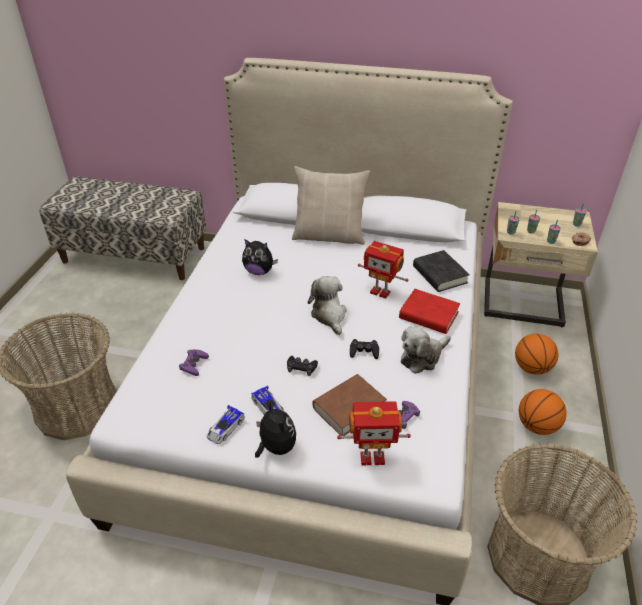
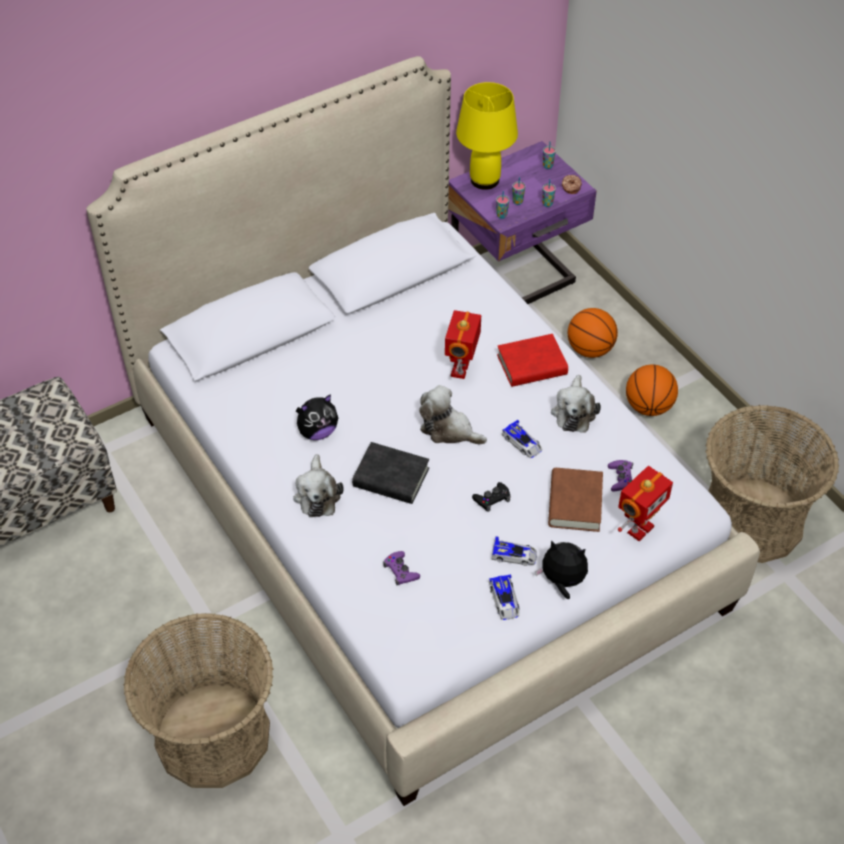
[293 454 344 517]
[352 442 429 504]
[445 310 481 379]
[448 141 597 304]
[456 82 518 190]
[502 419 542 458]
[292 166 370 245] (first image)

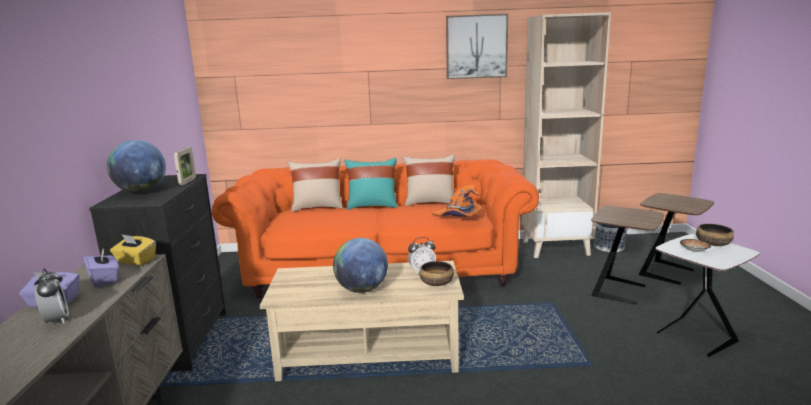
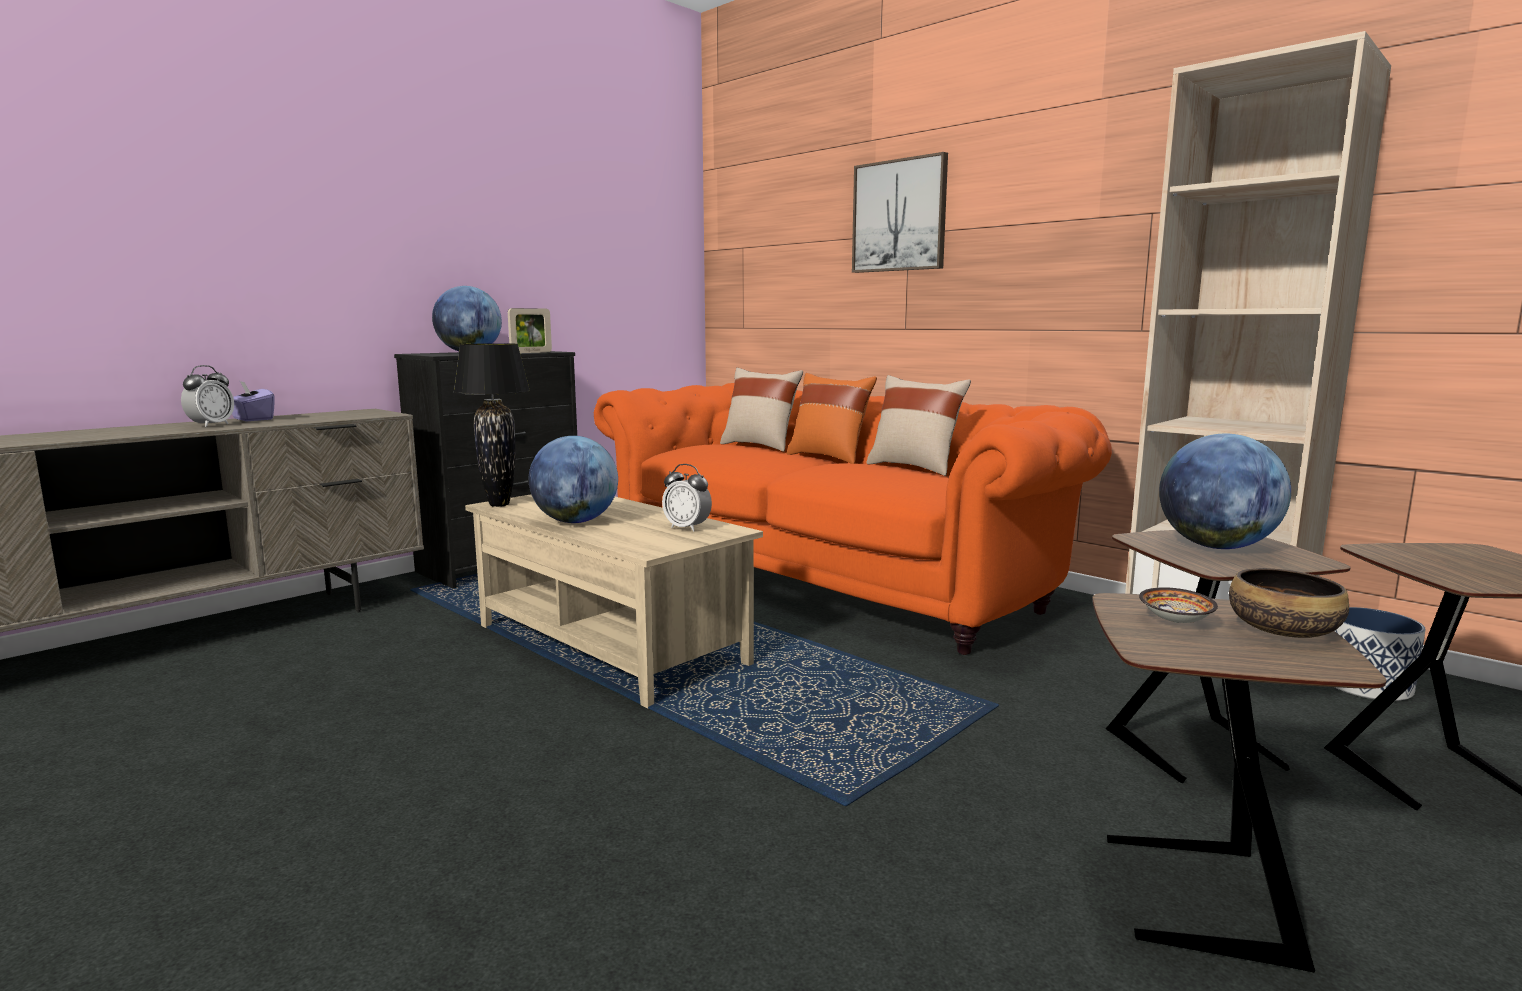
[453 343 530 507]
[787 373 877 464]
[852 152 948 273]
[1092 593 1386 972]
[1159 434 1291 549]
[84 249 119 288] (first image)
[110 234 156 266] (first image)
[419 261 454 286] (first image)
[432 185 482 217] (first image)

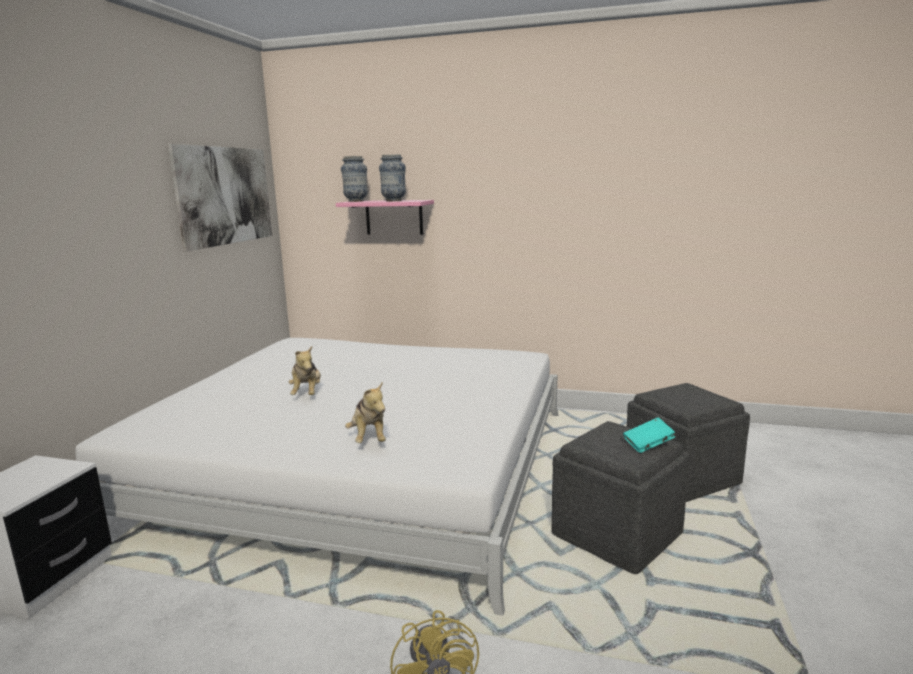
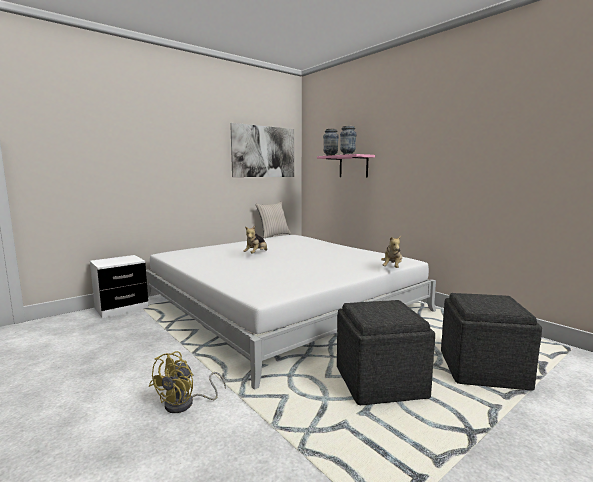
[255 202 291 238]
[381 236 402 268]
[623 418 675 453] (first image)

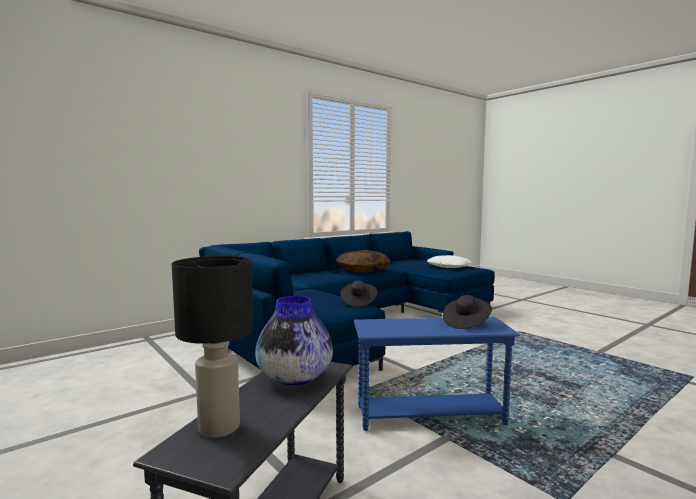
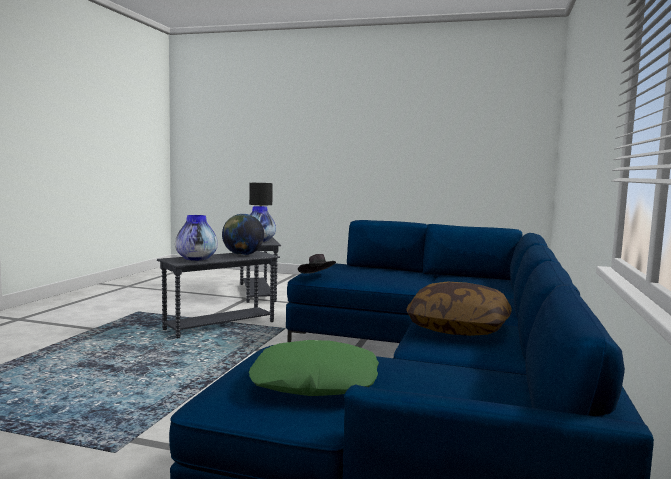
[157 251 280 338]
[175 215 218 261]
[222 214 264 255]
[249 340 379 396]

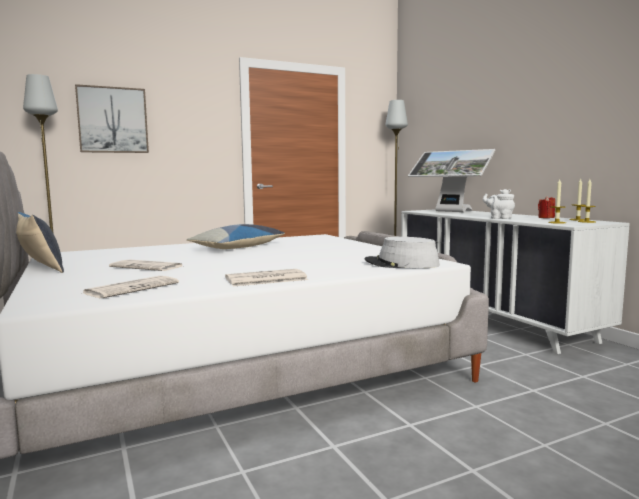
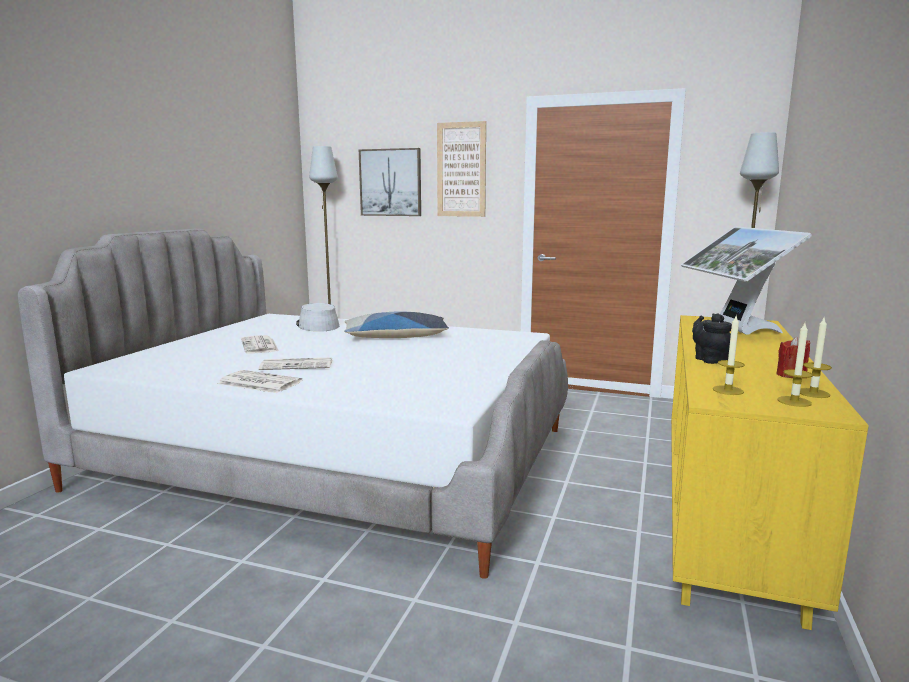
[259 357 332 370]
[296 303 339 332]
[437 121 486 217]
[671 315 869 630]
[692 313 732 364]
[16 212 64 273] (first image)

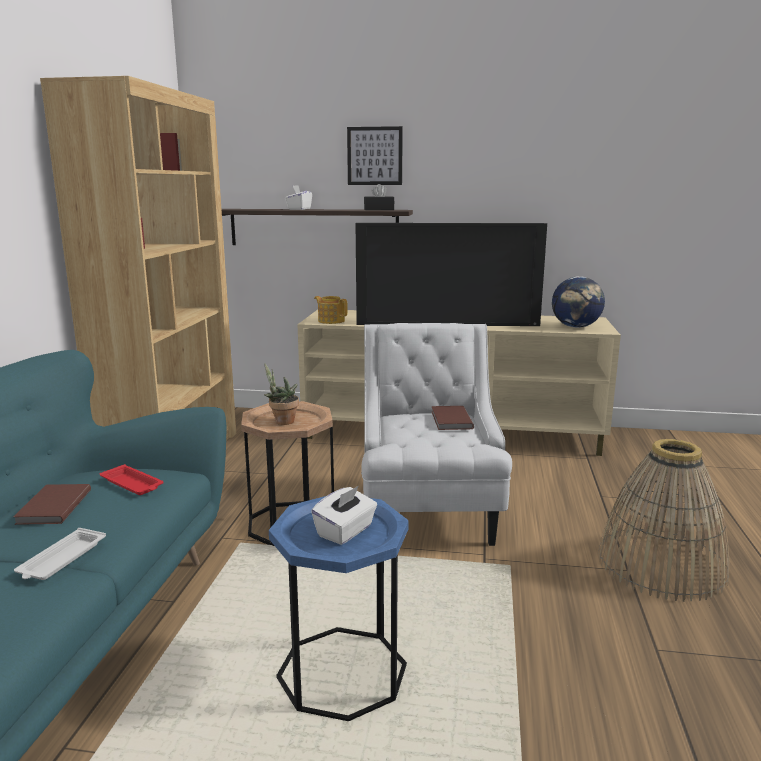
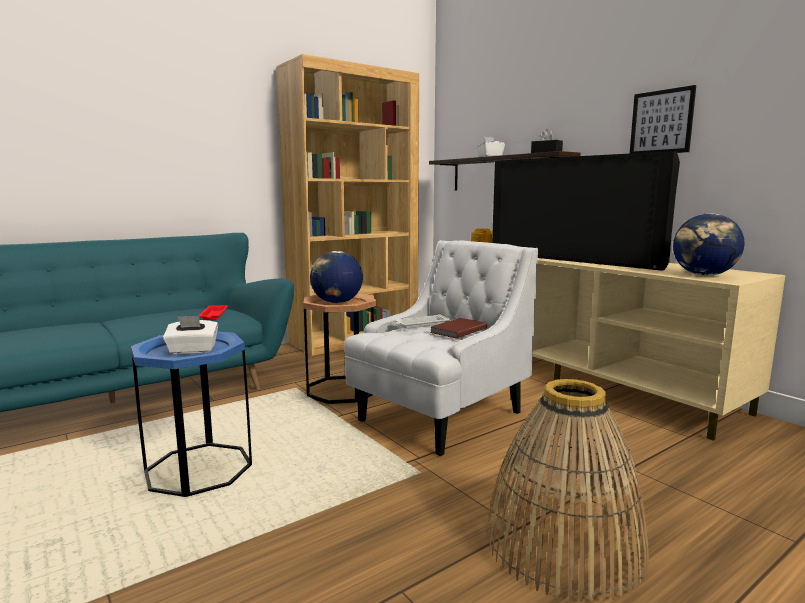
[310 251 363 303]
[395 314 450 329]
[630 85 696 153]
[13 484 91 525] (first image)

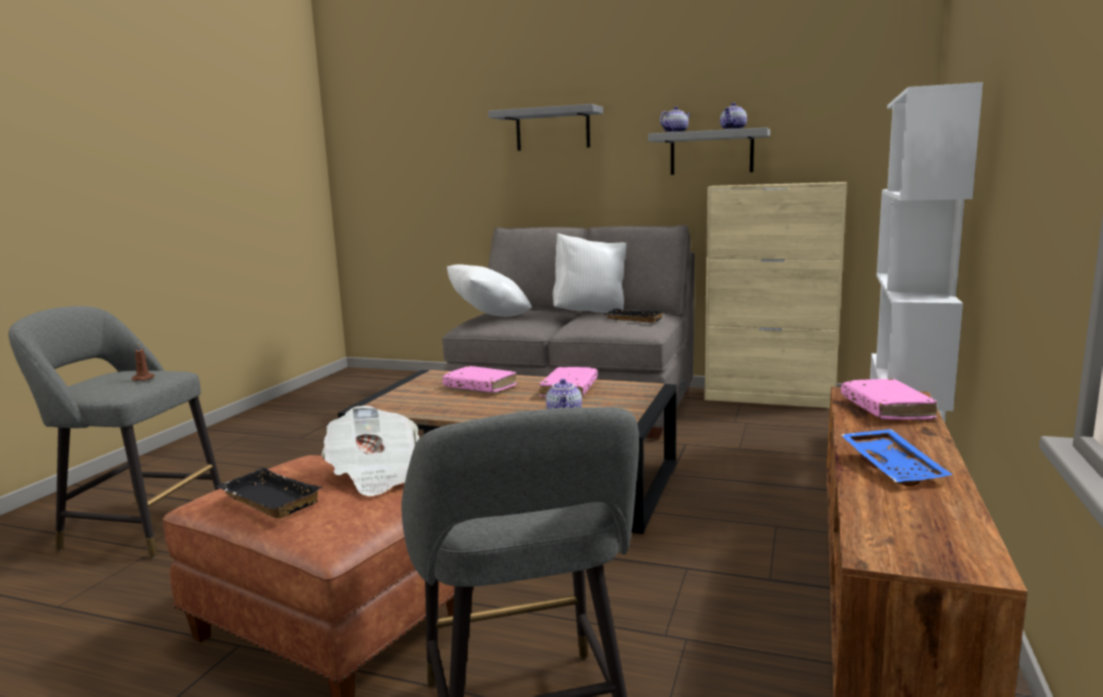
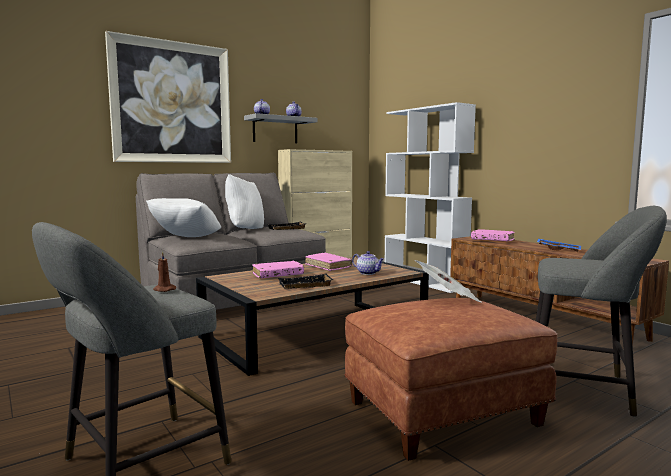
[105 31 231 163]
[278 274 333 289]

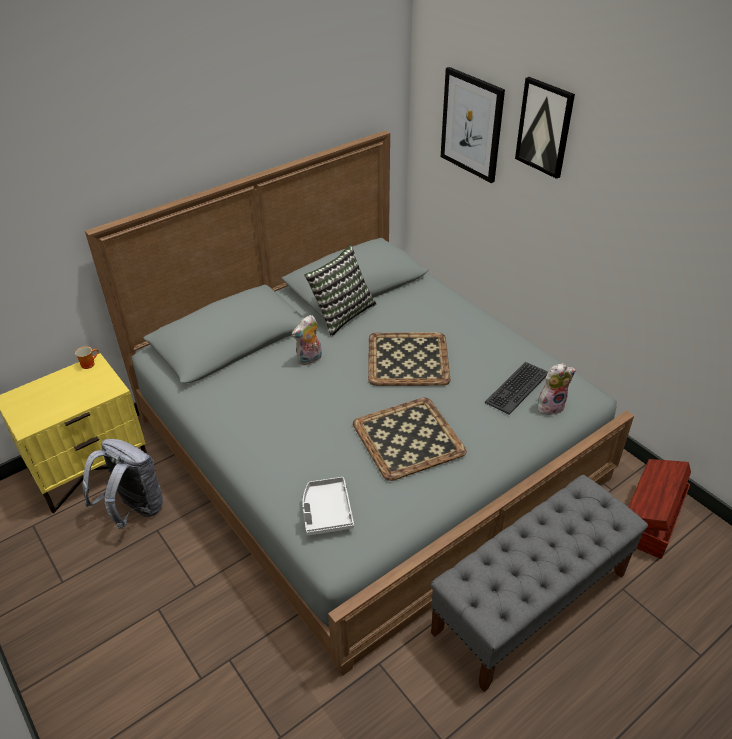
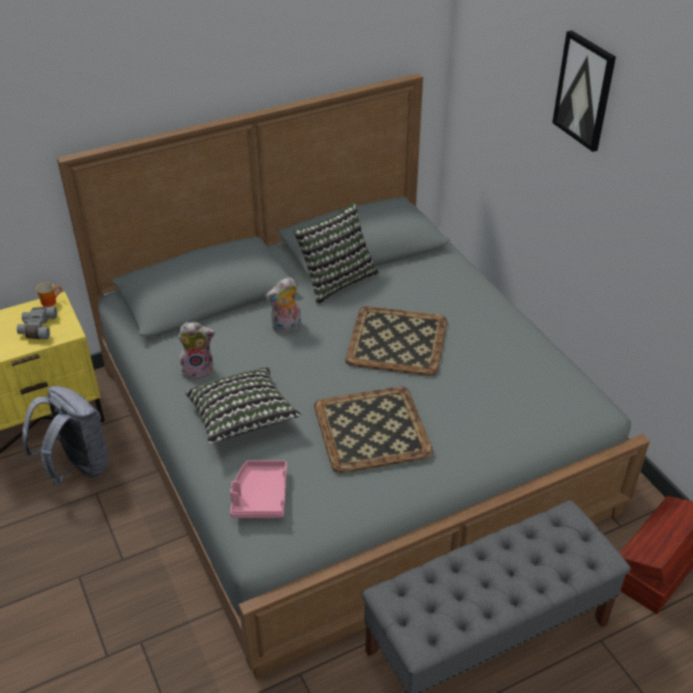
[17 307 57 339]
[178 322 215 379]
[185 367 301 444]
[230 460 287 518]
[441 67 505 183] (first image)
[485 362 548 415] (first image)

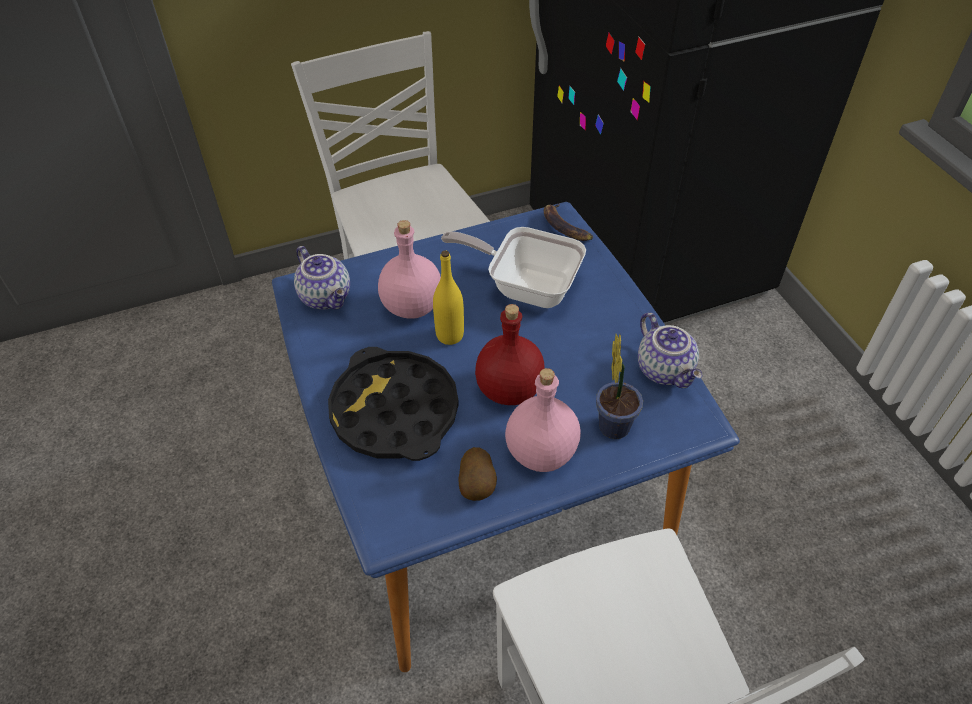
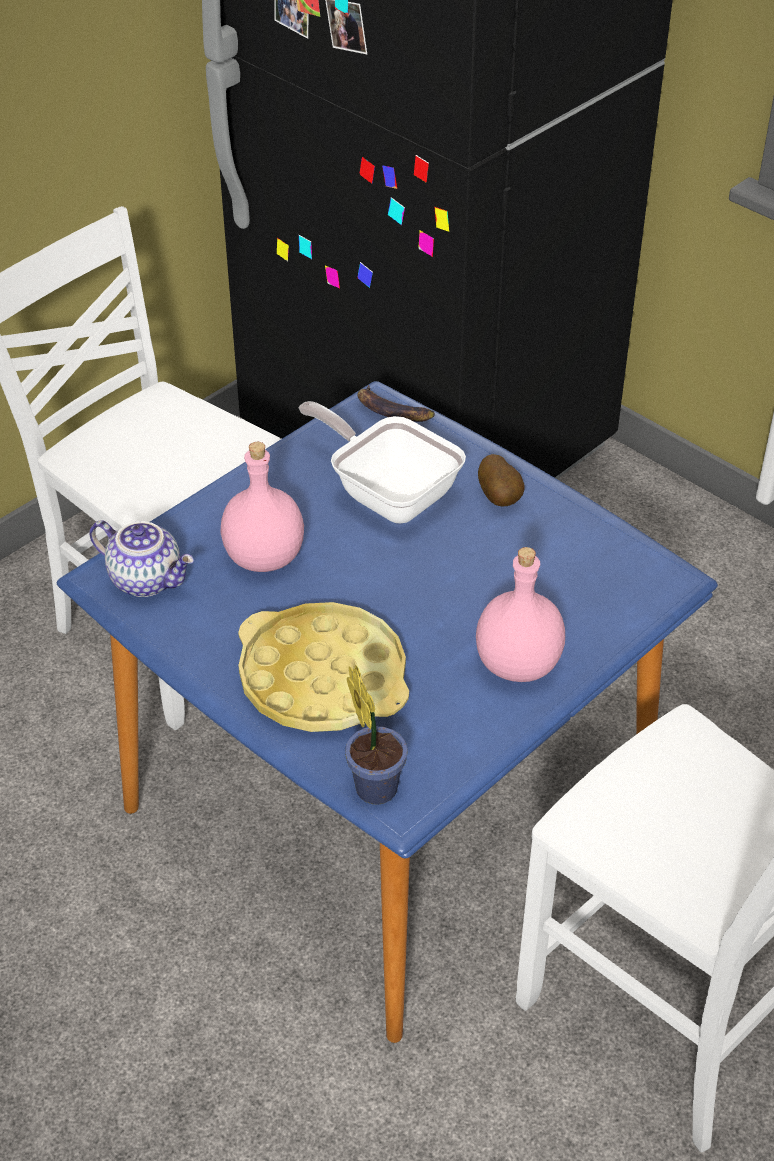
[238 602 409 732]
[298 401 466 523]
[345 665 408 805]
[478 454 525 506]
[433 250 464 345] (first image)
[475 304 545 405] (first image)
[638 312 702 388] (first image)

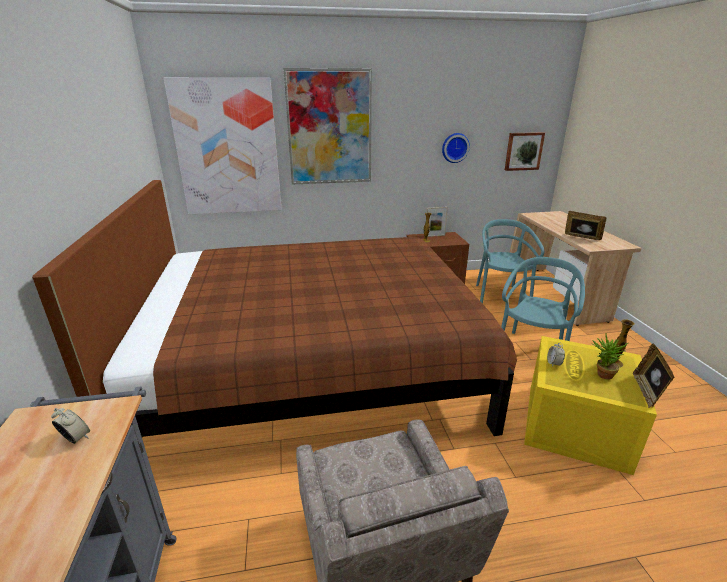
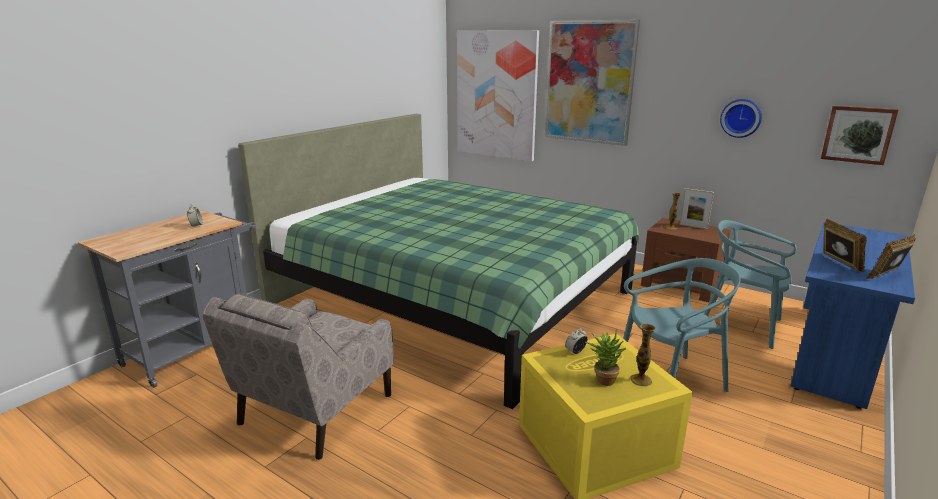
[238 114 639 409]
[704 220 797 349]
[791 222 915 409]
[865 234 916 279]

